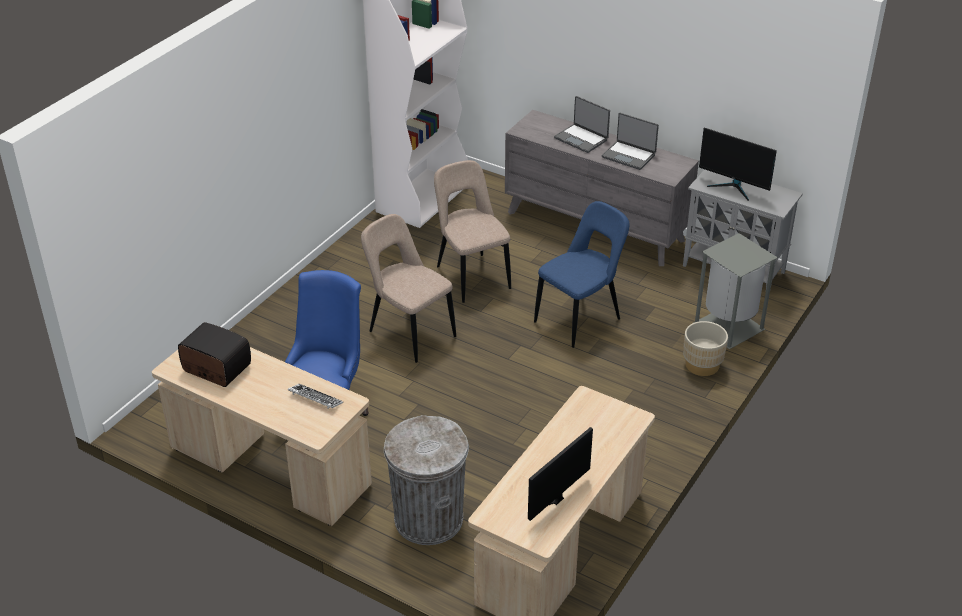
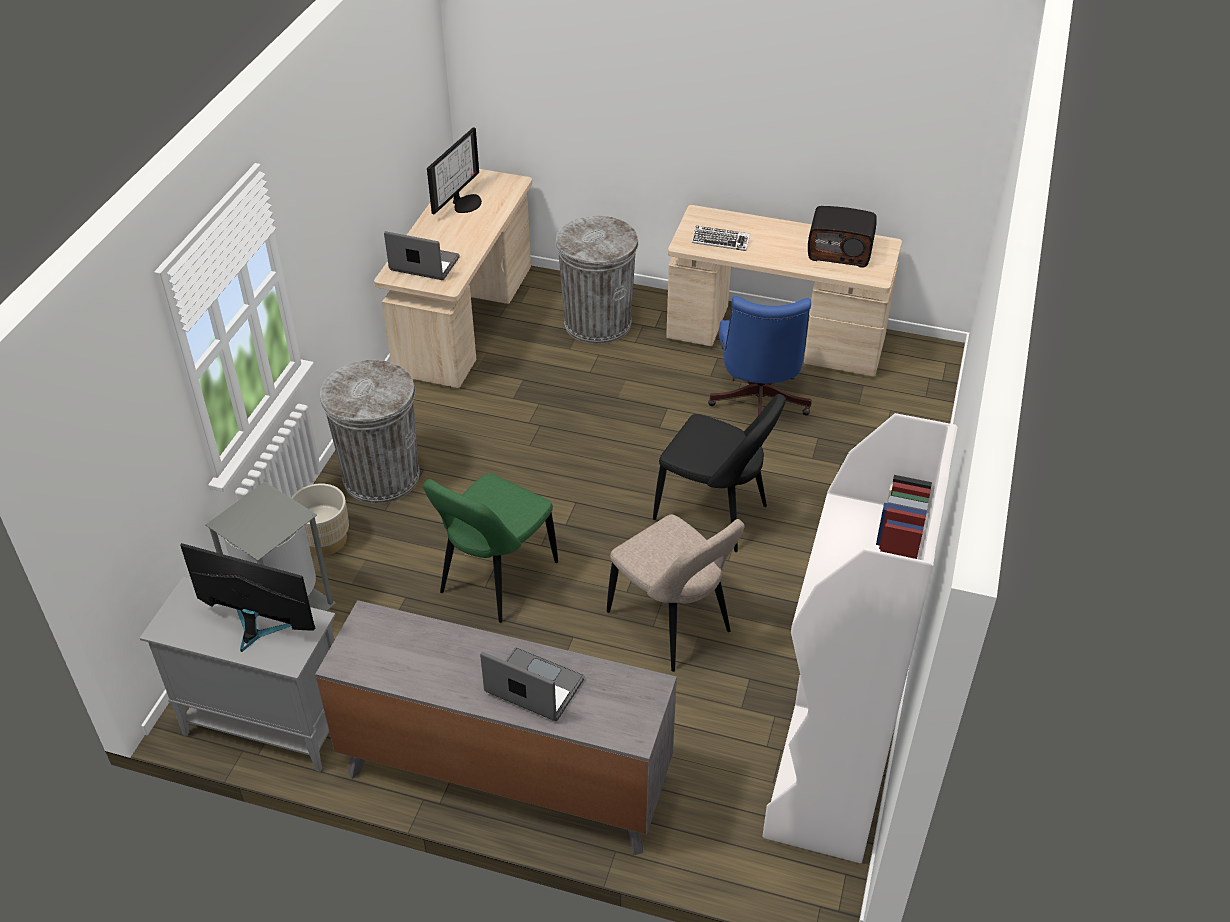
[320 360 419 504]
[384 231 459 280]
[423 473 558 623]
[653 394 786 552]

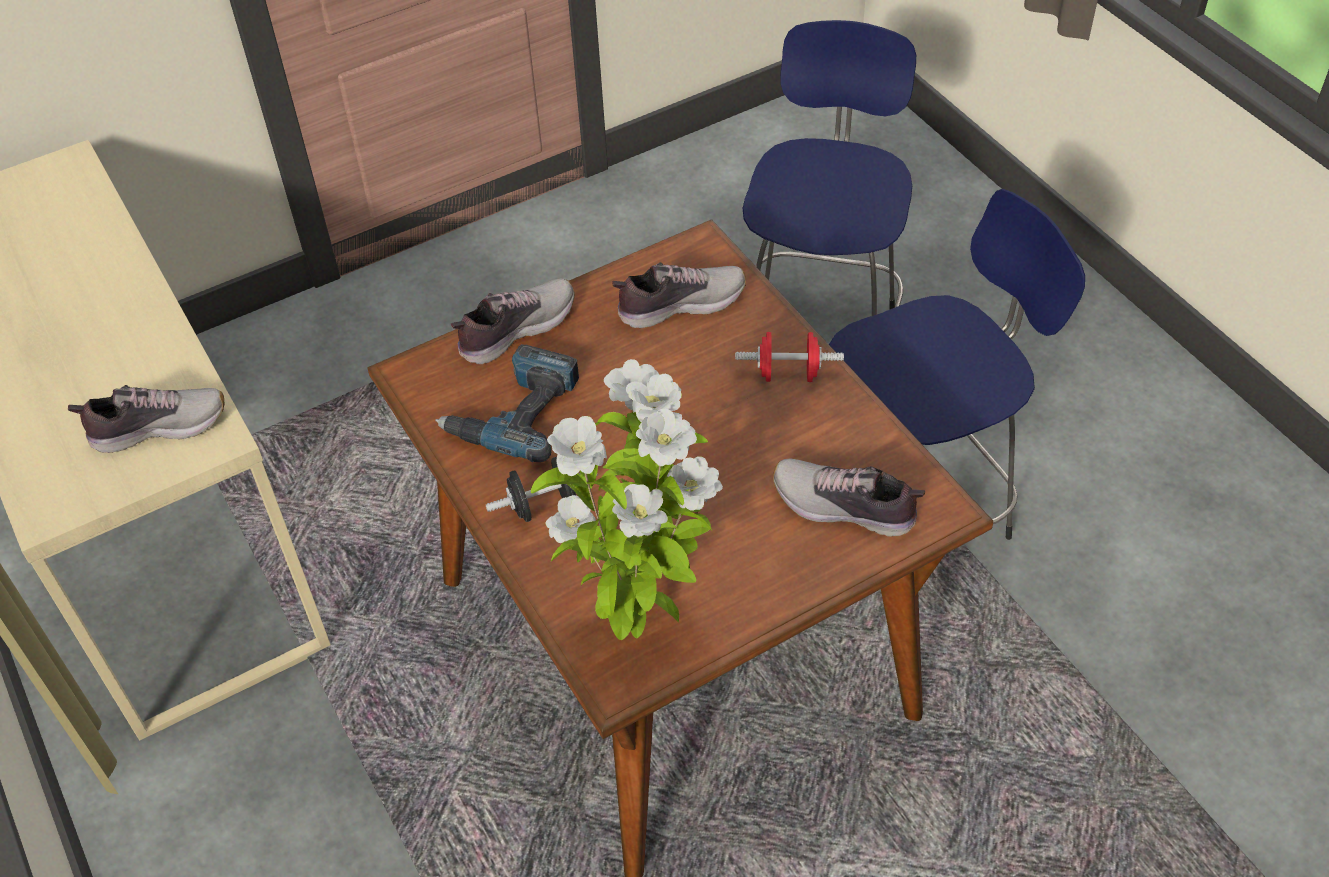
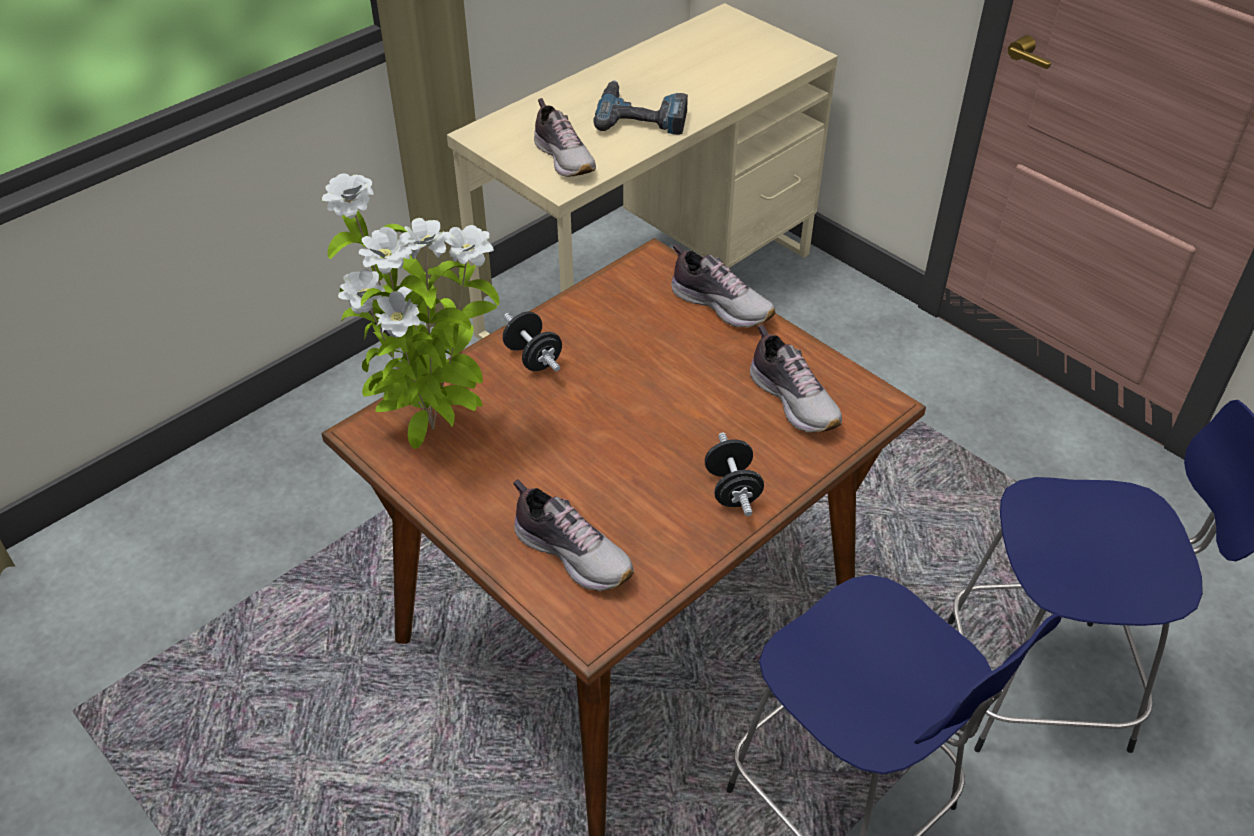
[513 479 634 591]
[594 80 688 135]
[705 432 764 516]

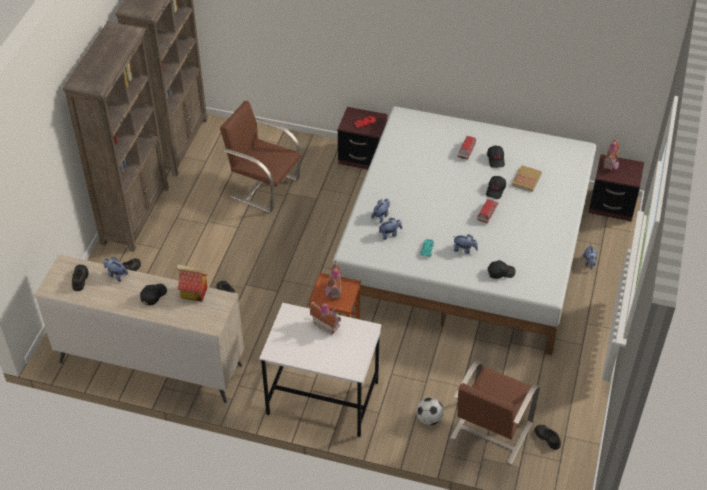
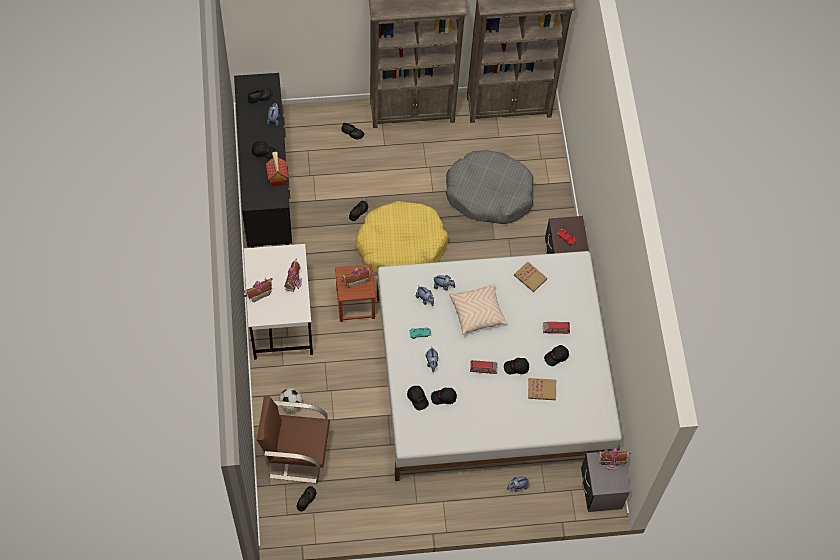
[234 73 292 248]
[243 278 273 303]
[355 201 448 273]
[431 388 457 405]
[446 150 534 224]
[449 284 507 335]
[514 262 547 292]
[581 450 630 512]

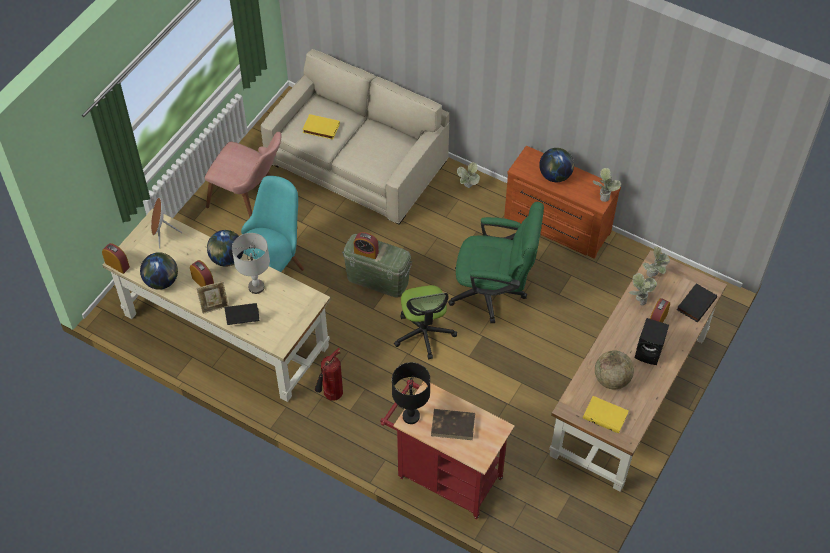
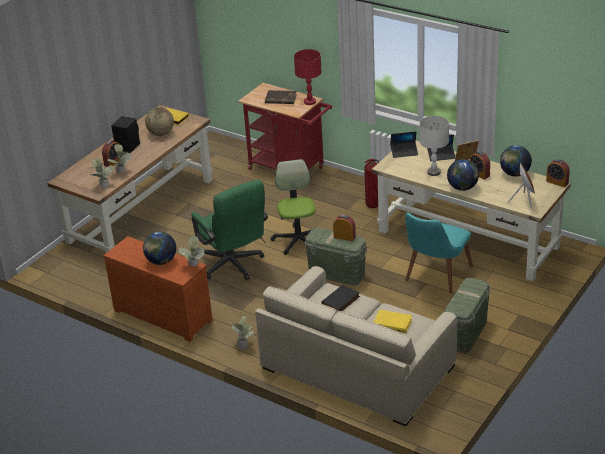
[178 236 204 266]
[191 180 268 280]
[294 49 322 105]
[322 285 360 311]
[390 131 418 158]
[444 278 490 353]

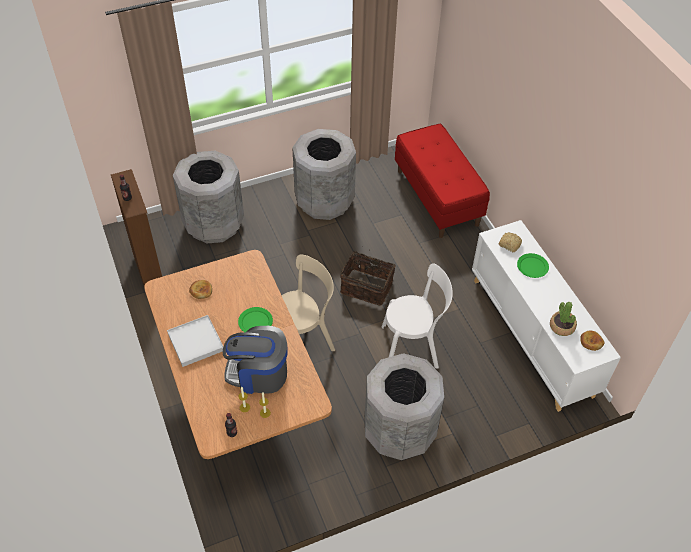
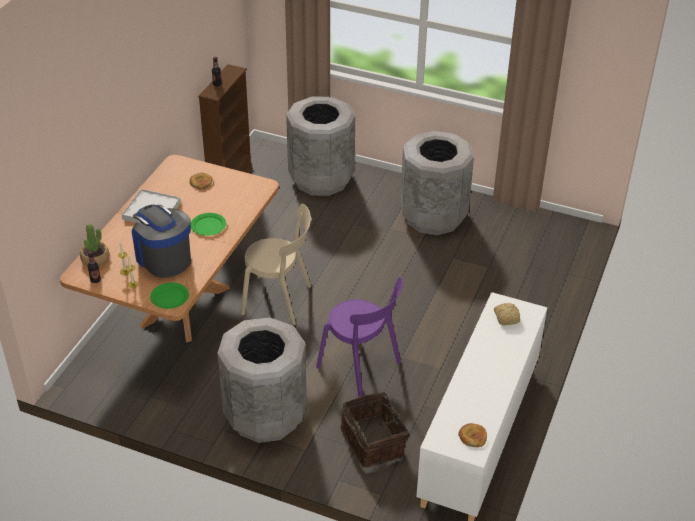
[80 224 109 266]
[150 282 189 309]
[316 277 403 397]
[341 392 410 467]
[395 124 490 238] (first image)

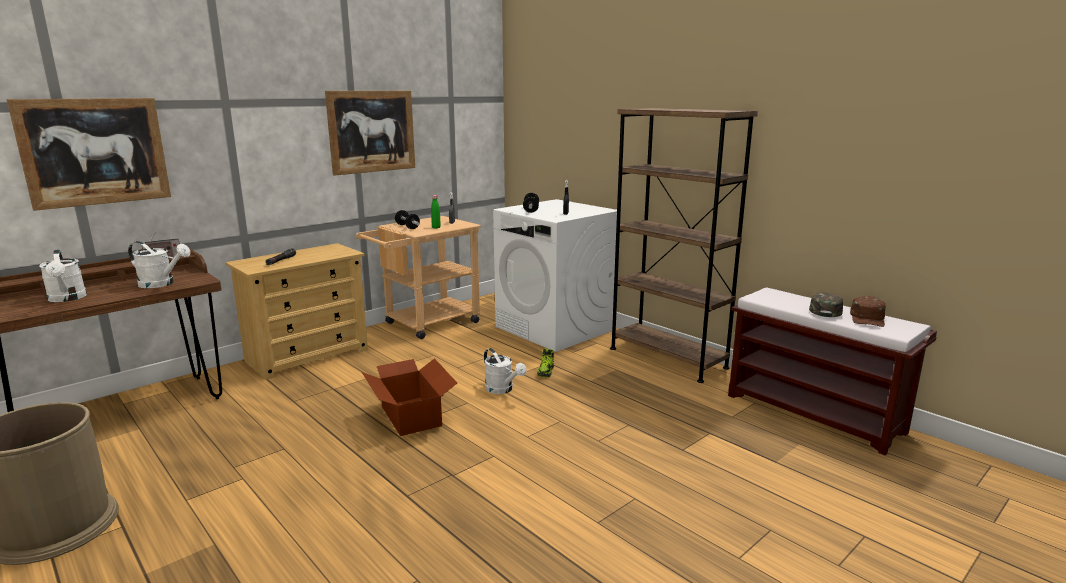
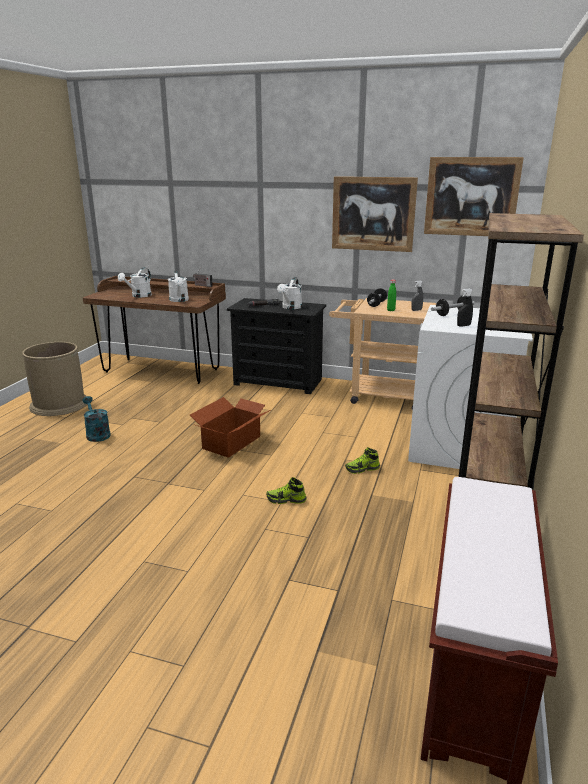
[82 396 111 442]
[227 298 326 394]
[266 477 307 504]
[277 277 302 309]
[424 157 524 236]
[809 293 843 317] (first image)
[850 296 886 327] (first image)

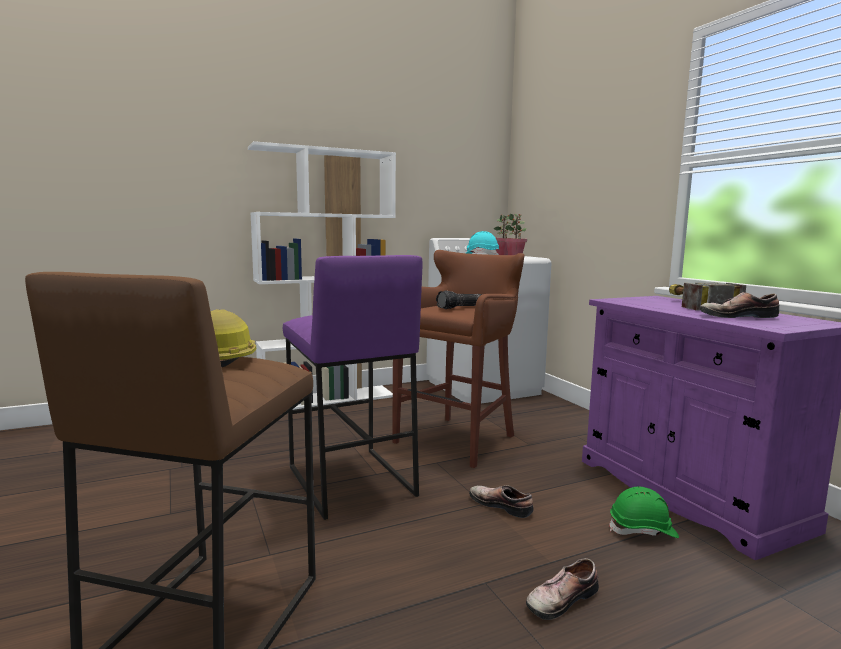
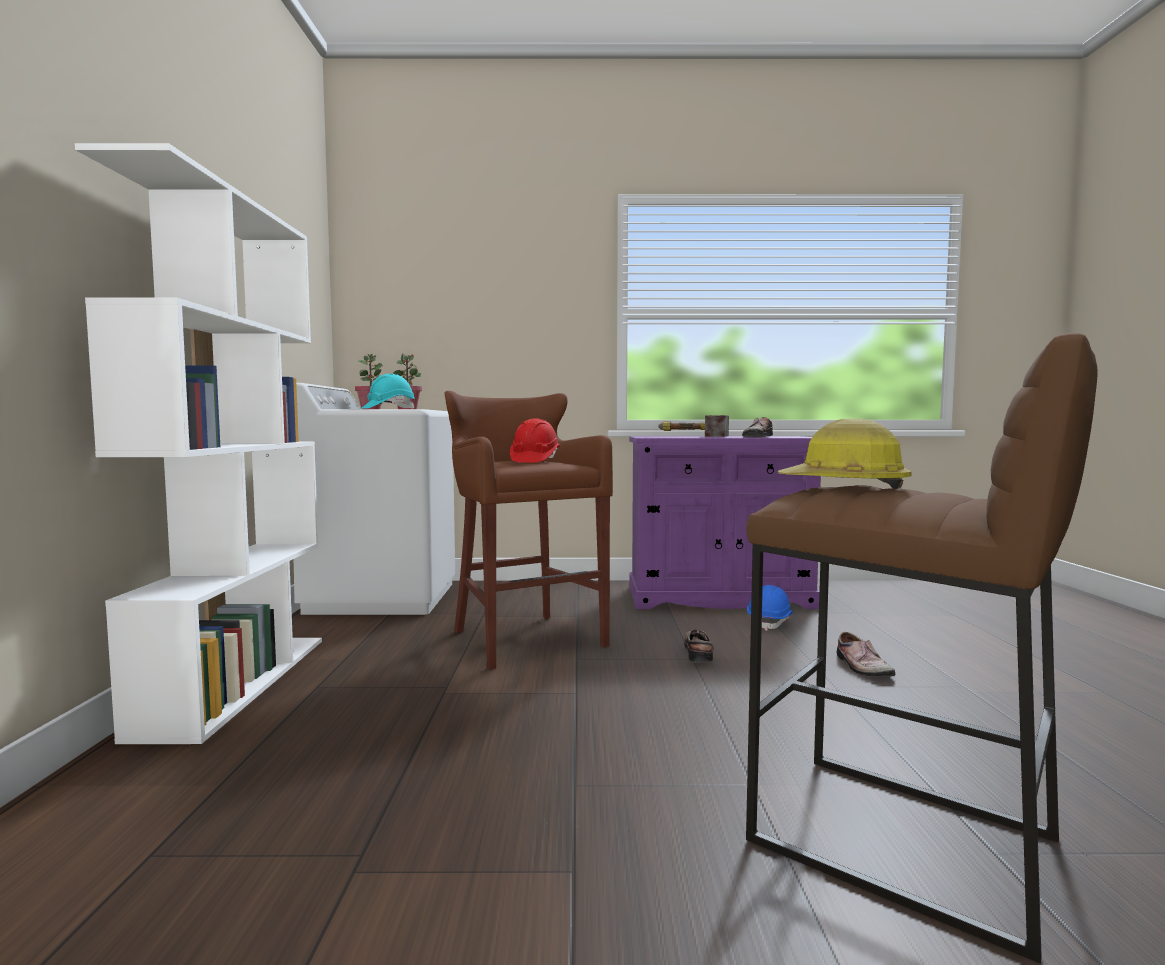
[510 419 560 463]
[684 629 714 663]
[747 585 793 631]
[283 255 422 520] (first image)

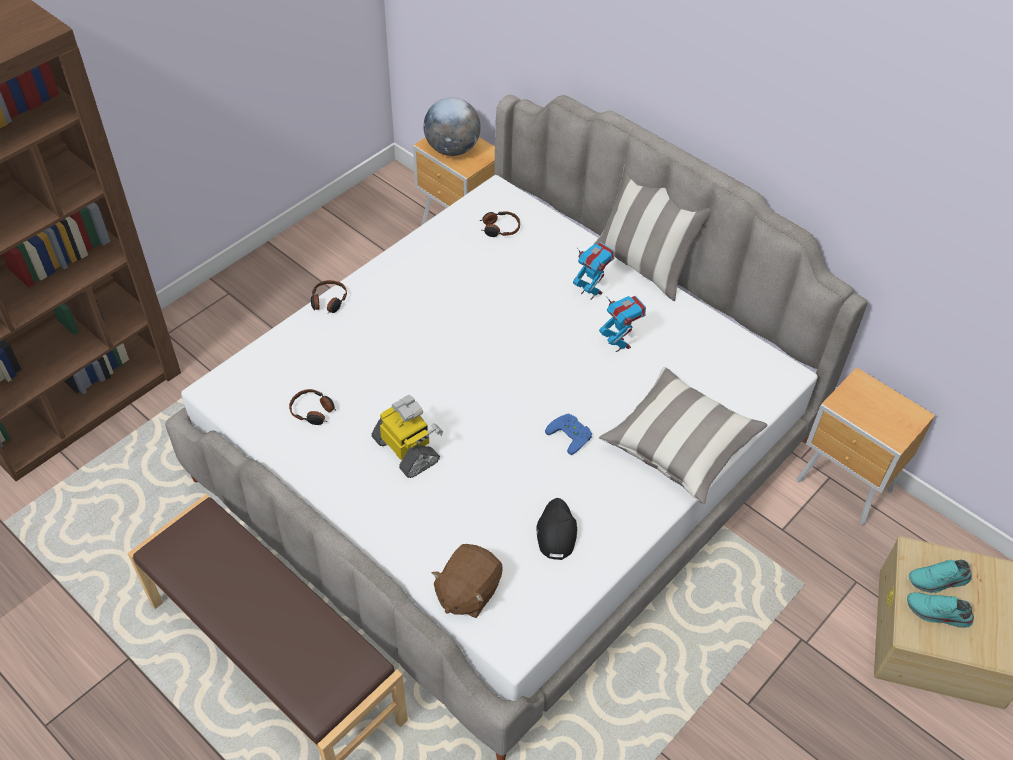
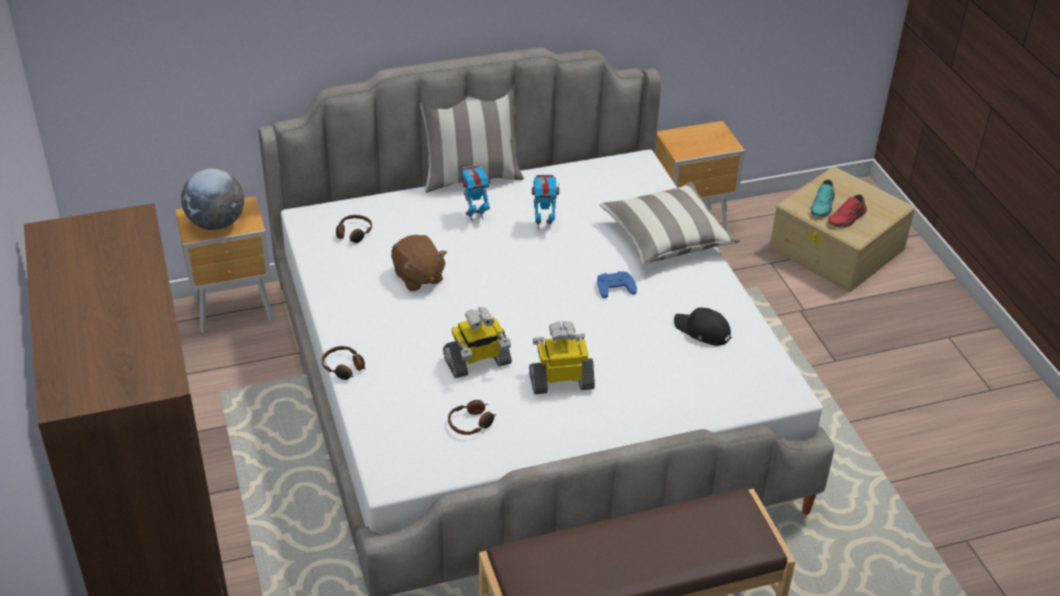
[391 235 447 291]
[443 307 512 378]
[828 194 867 228]

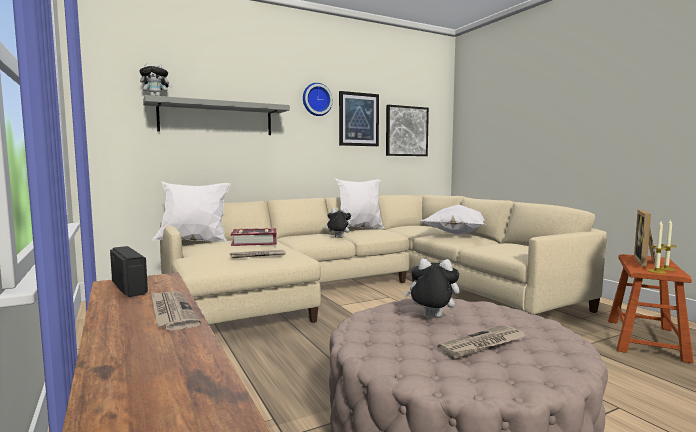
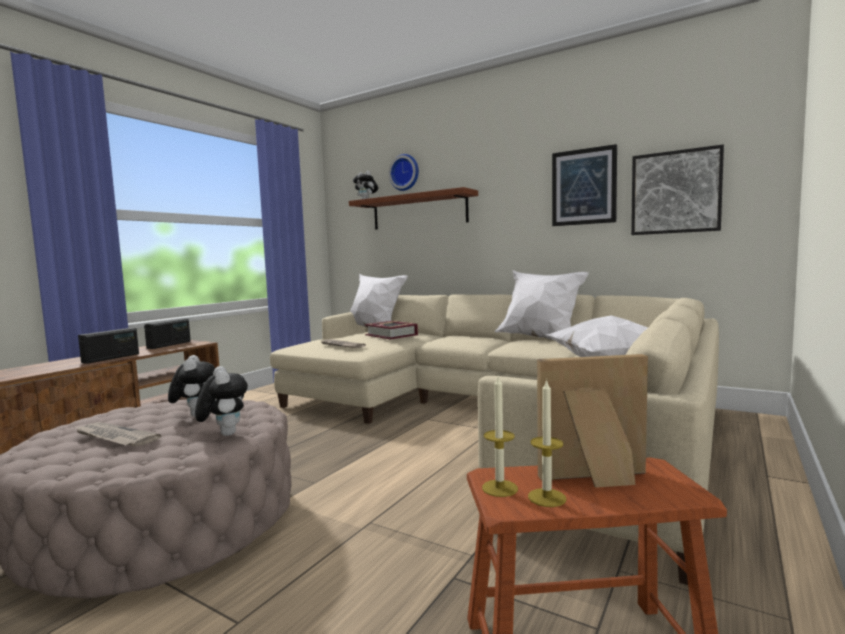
[78 328 139 364]
[195 366 248 436]
[349 187 478 229]
[389 154 419 191]

